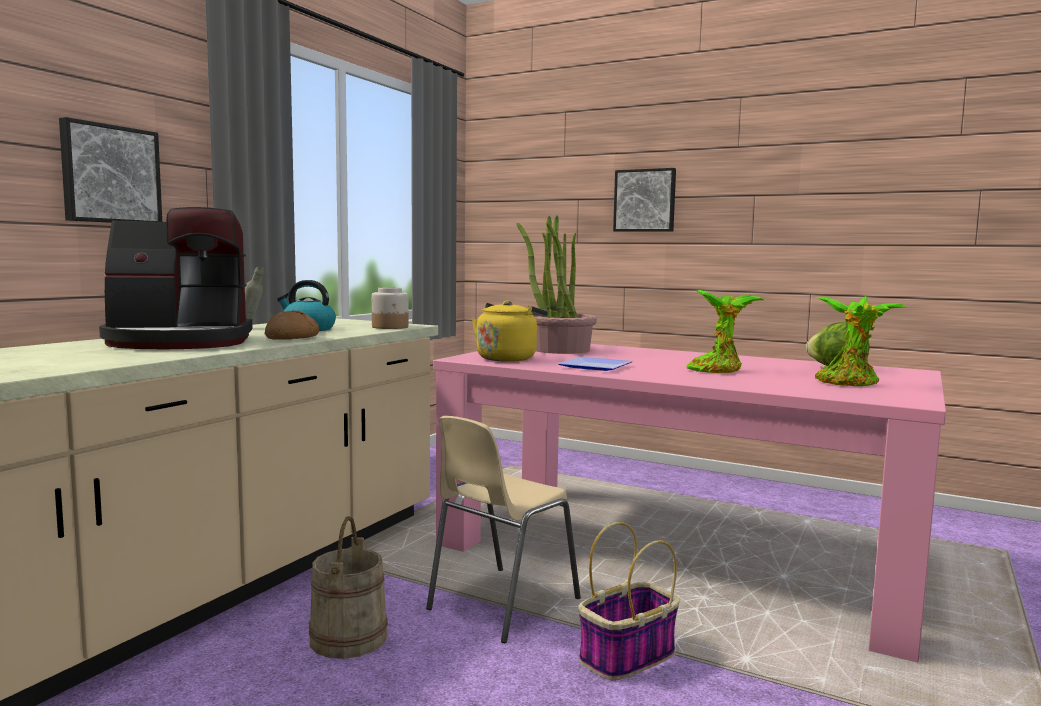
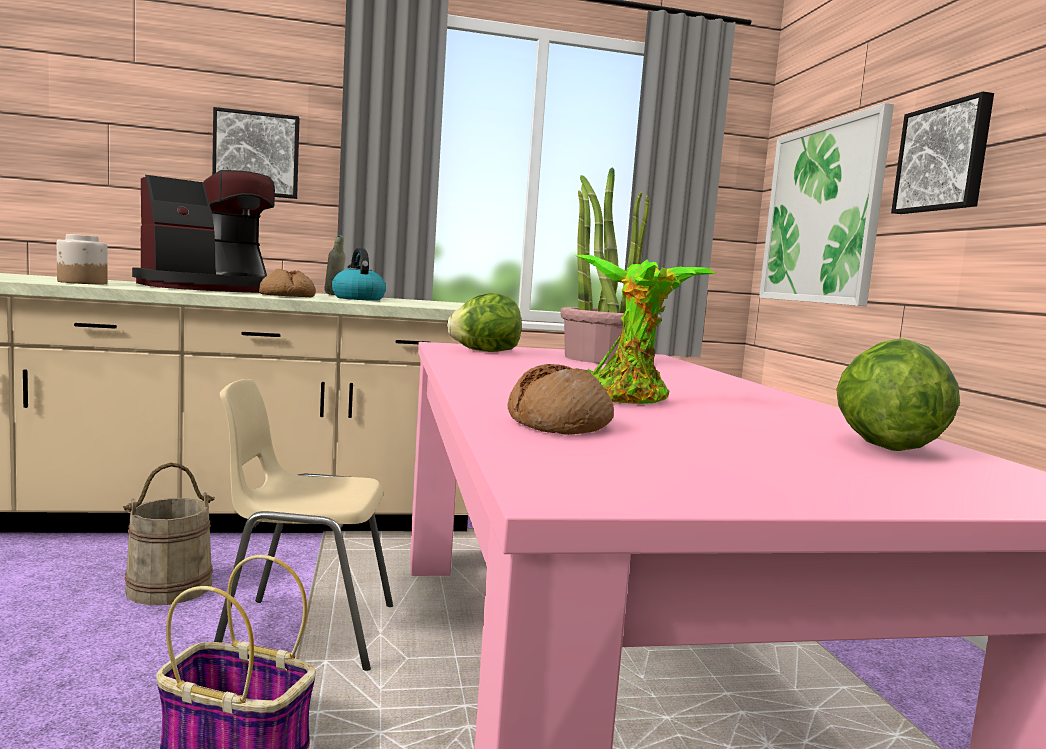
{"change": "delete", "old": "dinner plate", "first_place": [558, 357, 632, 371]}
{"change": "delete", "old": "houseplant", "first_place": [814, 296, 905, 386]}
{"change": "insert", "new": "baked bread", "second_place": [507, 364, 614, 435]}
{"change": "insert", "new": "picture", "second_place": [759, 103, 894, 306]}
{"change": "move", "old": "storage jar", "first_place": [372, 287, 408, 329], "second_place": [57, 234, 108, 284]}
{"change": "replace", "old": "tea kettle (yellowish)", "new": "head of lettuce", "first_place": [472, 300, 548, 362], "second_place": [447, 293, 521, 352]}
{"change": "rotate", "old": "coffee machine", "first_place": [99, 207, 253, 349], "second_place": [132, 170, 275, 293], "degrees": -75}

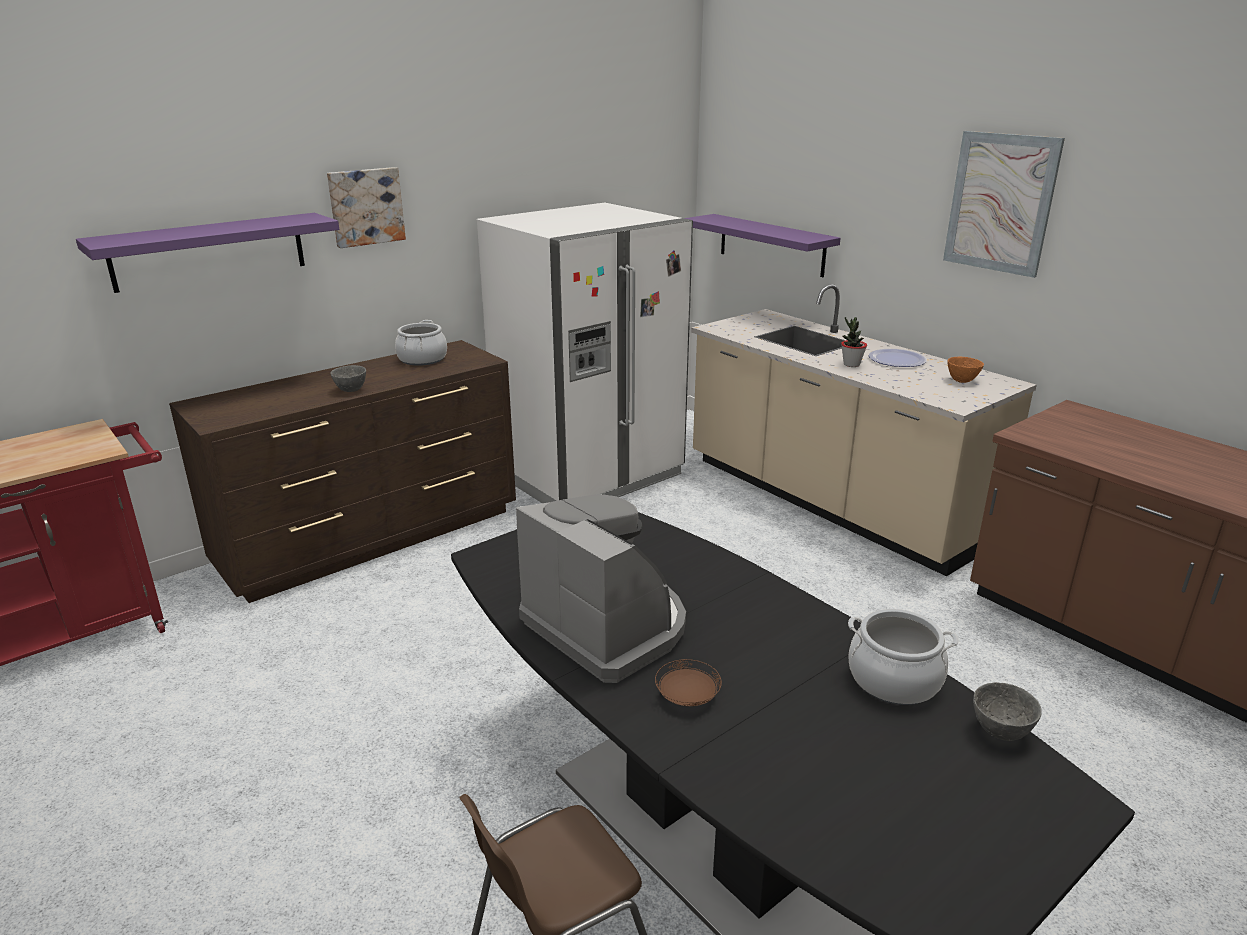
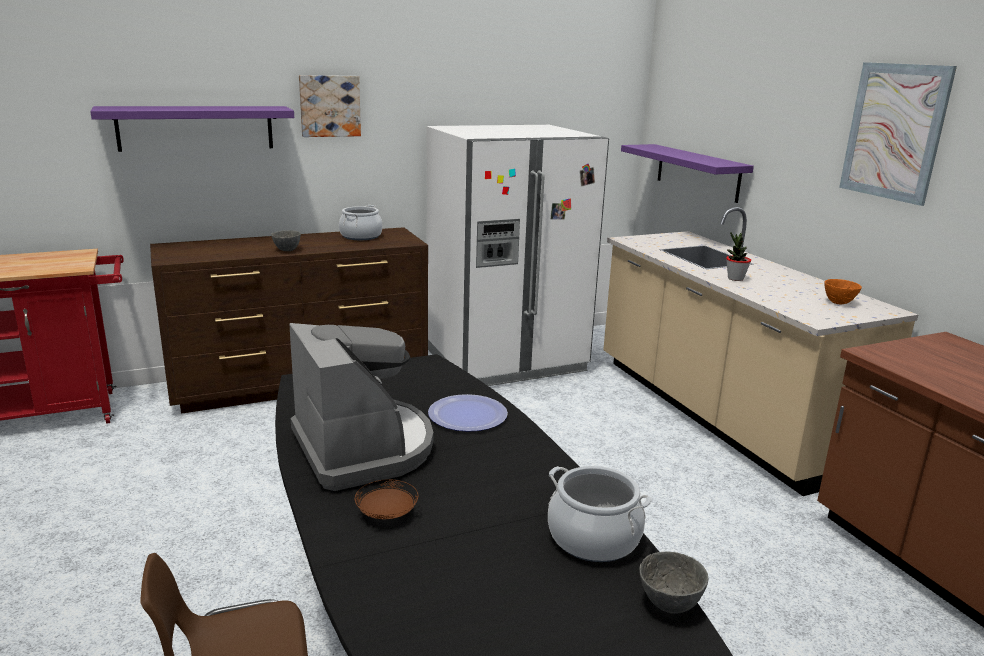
{"change": "move", "old": "dinner plate", "first_place": [869, 349, 927, 367], "second_place": [428, 394, 508, 432]}

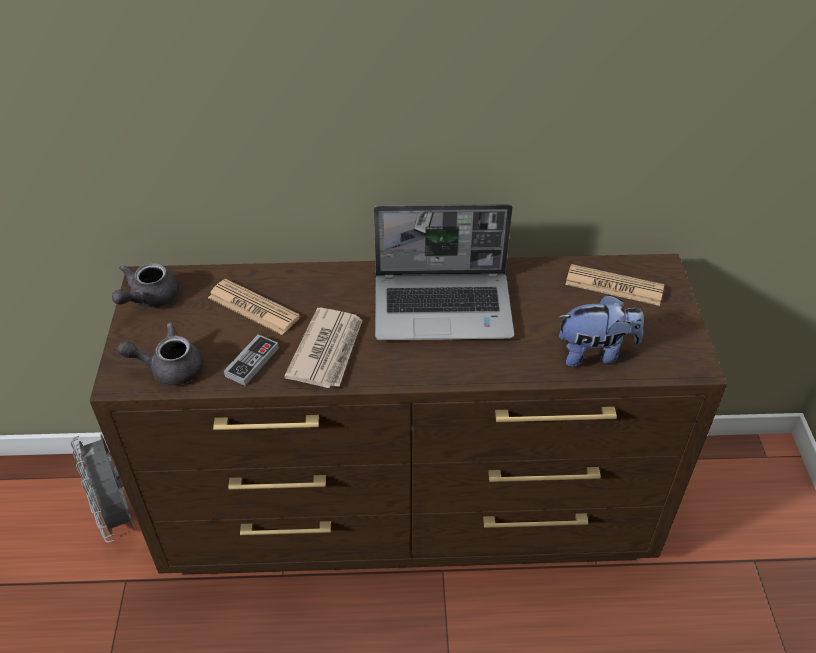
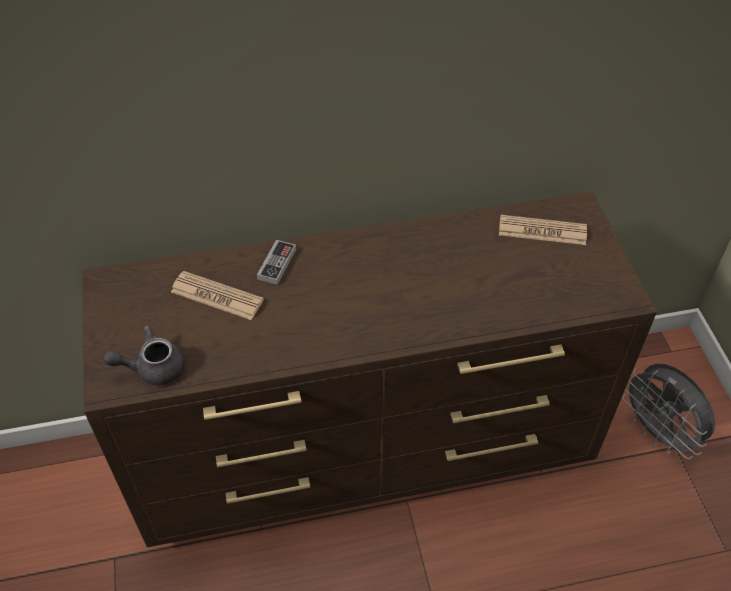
{"change": "delete", "old": "tea pot (gray)", "first_place": [112, 263, 179, 308]}
{"change": "delete", "old": "printed paper", "first_place": [284, 308, 363, 388]}
{"change": "delete", "old": "portable computer", "first_place": [374, 204, 514, 340]}
{"change": "delete", "old": "plush toy", "first_place": [558, 295, 644, 367]}
{"change": "move", "old": "electric fan (gray)", "first_place": [70, 434, 133, 543], "second_place": [622, 363, 715, 459]}
{"change": "move", "old": "game controller", "first_place": [224, 334, 279, 386], "second_place": [257, 240, 296, 285]}

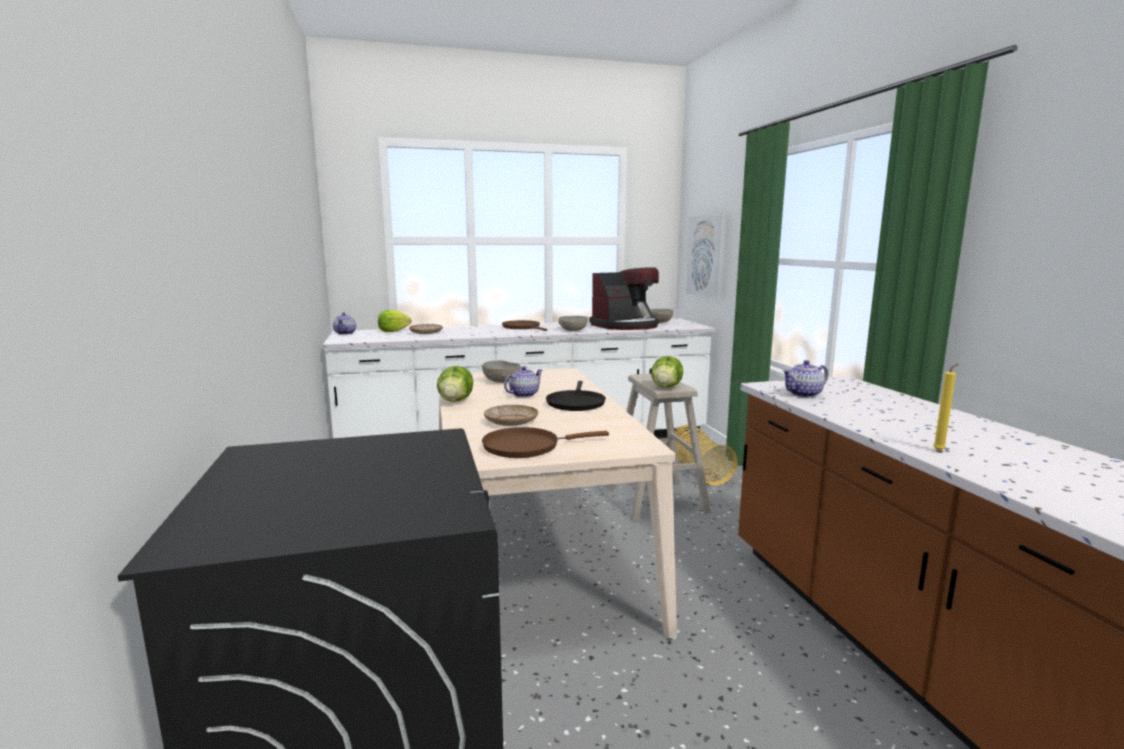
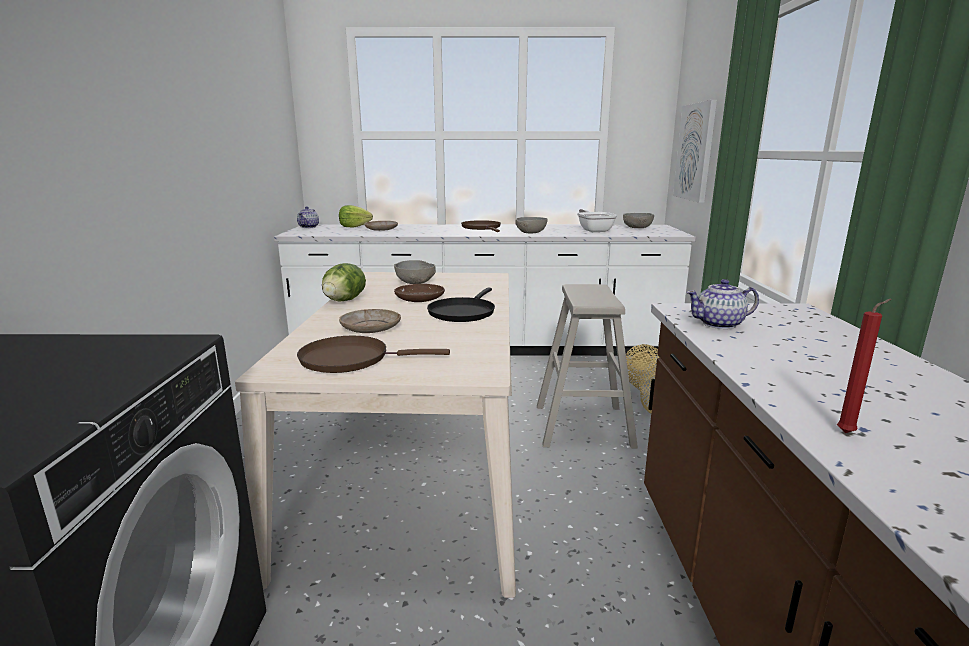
{"change": "delete", "old": "head of lettuce", "first_place": [651, 356, 683, 388]}
{"change": "replace", "old": "tea pot", "new": "dinner plate (brownish)", "first_place": [504, 366, 543, 397], "second_place": [394, 284, 445, 302]}
{"change": "replace", "old": "coffee machine", "new": "skillet", "first_place": [589, 267, 659, 330], "second_place": [577, 209, 617, 232]}
{"change": "recolor", "old": "candle (yellowish)", "new": "candle (red)", "first_place": [933, 363, 959, 451], "second_place": [837, 299, 891, 433]}

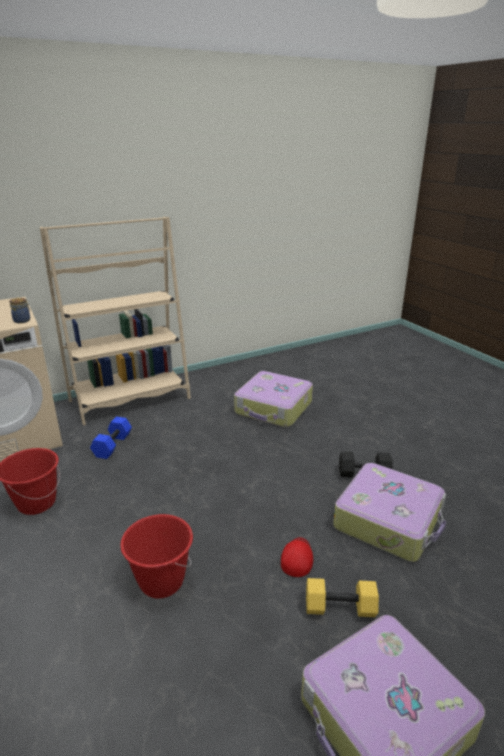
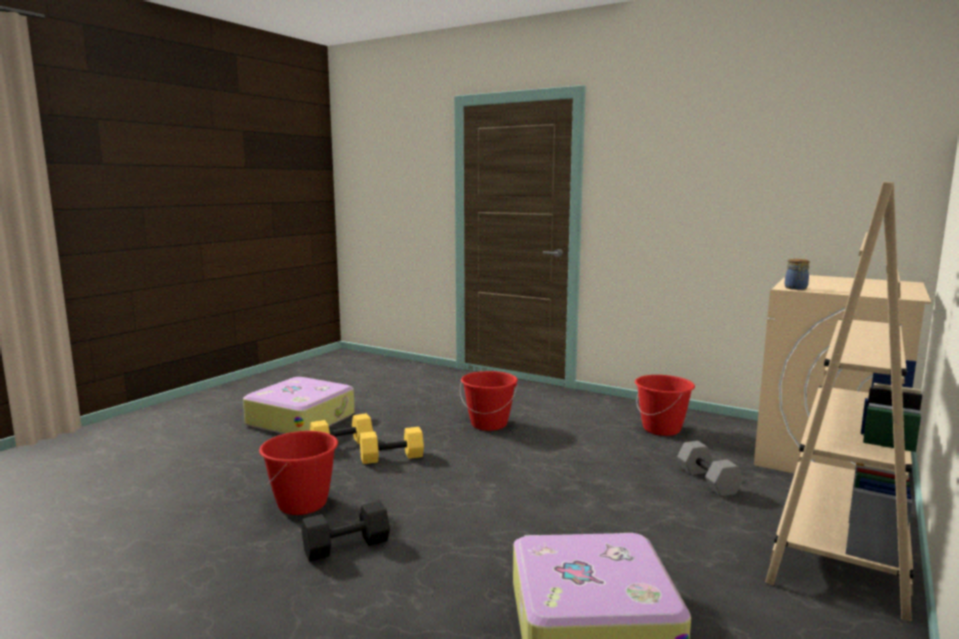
{"change": "replace", "old": "peaked cap (red)", "new": "hand weight (yellowish)", "first_place": [281, 537, 313, 577], "second_place": [360, 427, 424, 464]}
{"change": "replace", "old": "suitcase", "new": "bucket (red)", "first_place": [333, 463, 446, 562], "second_place": [259, 431, 338, 515]}
{"change": "recolor", "old": "hand weight (blue)", "new": "hand weight (gray)", "first_place": [90, 417, 132, 459], "second_place": [677, 441, 744, 497]}

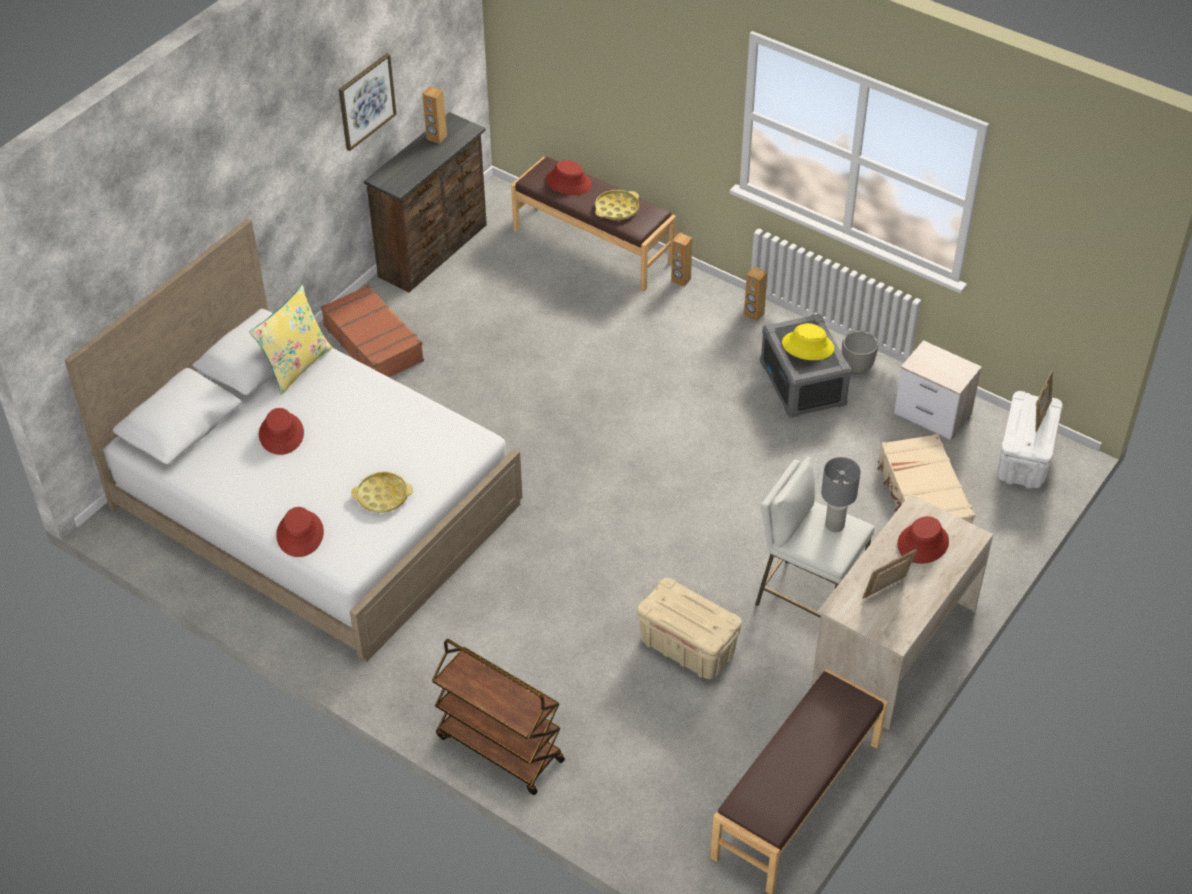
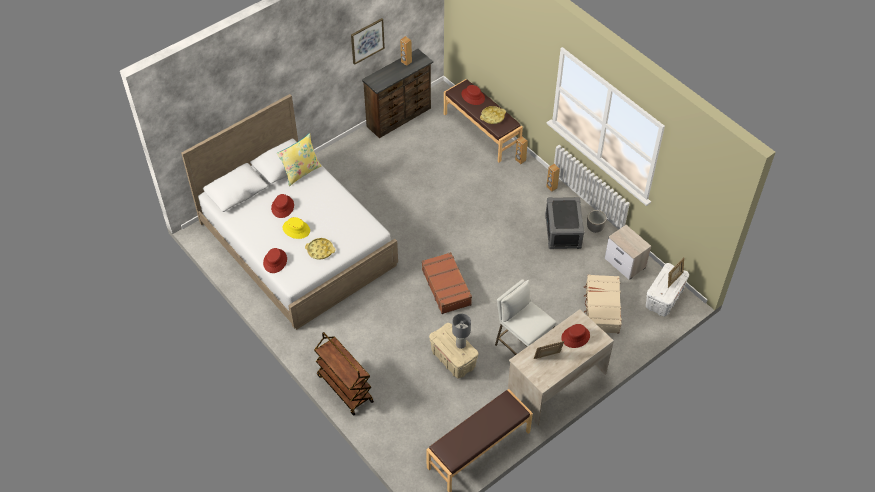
{"change": "move", "old": "suitcase (brownish)", "first_place": [321, 285, 424, 377], "second_place": [422, 252, 472, 314]}
{"change": "move", "old": "wearable hat (yellowish)", "first_place": [782, 323, 834, 360], "second_place": [283, 217, 310, 239]}
{"change": "move", "old": "tabletop lamp (gray)", "first_place": [821, 457, 861, 532], "second_place": [452, 314, 471, 349]}

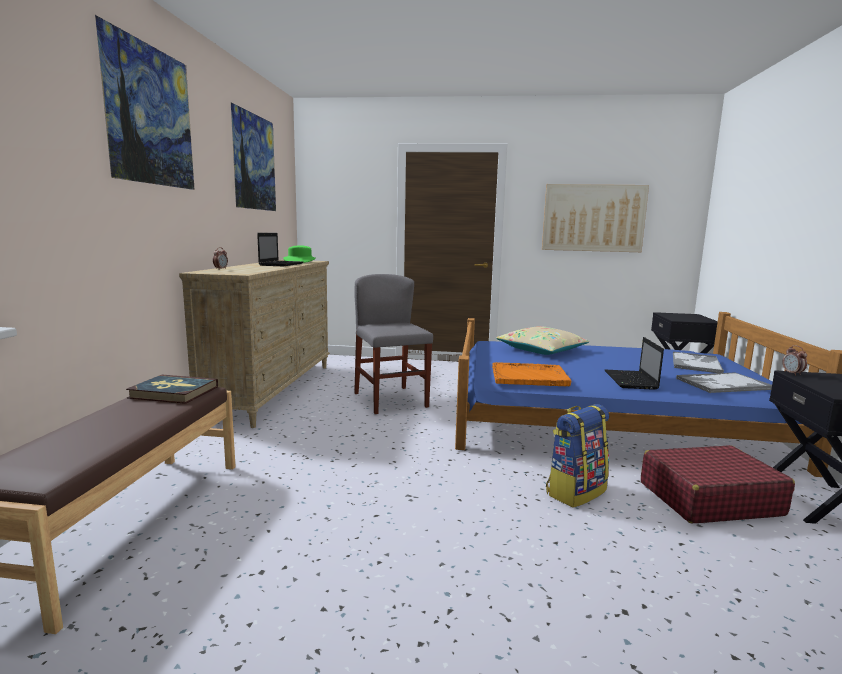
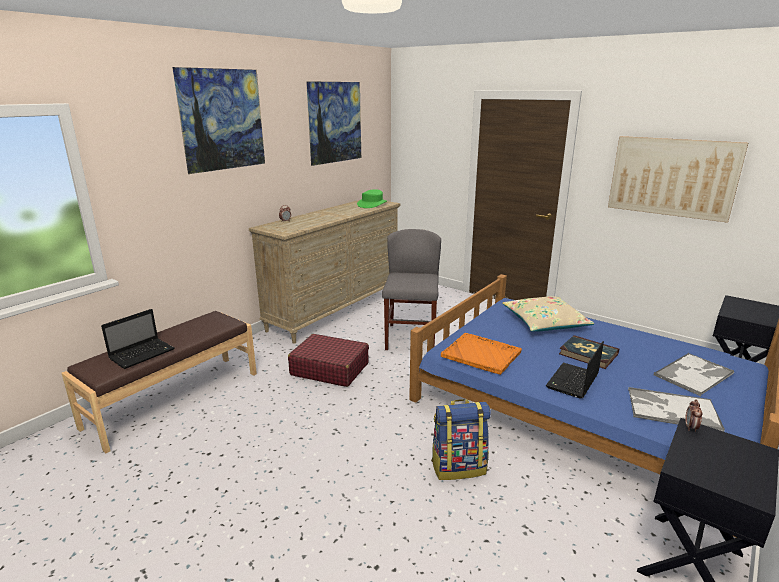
{"change": "move", "old": "book", "first_place": [126, 374, 218, 404], "second_place": [559, 335, 619, 369]}
{"change": "move", "old": "portable computer", "first_place": [257, 233, 303, 266], "second_place": [101, 309, 175, 369]}
{"change": "move", "old": "suitcase (red)", "first_place": [641, 445, 795, 523], "second_place": [288, 334, 369, 387]}

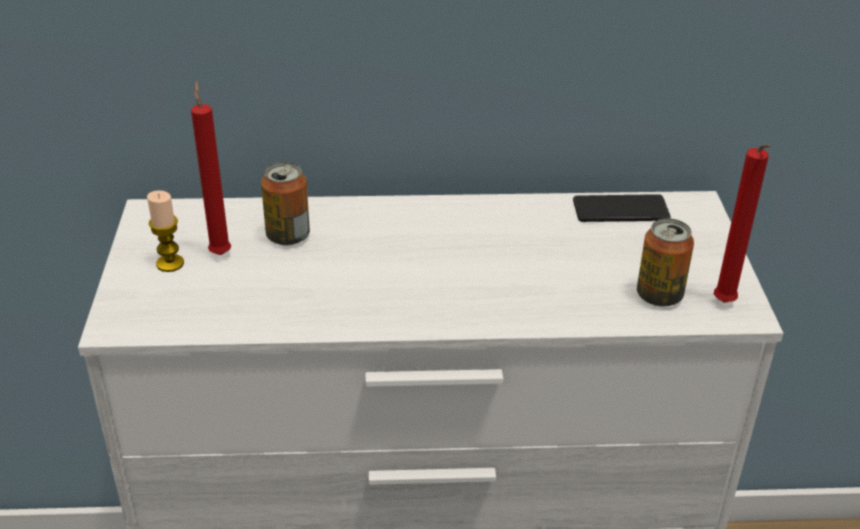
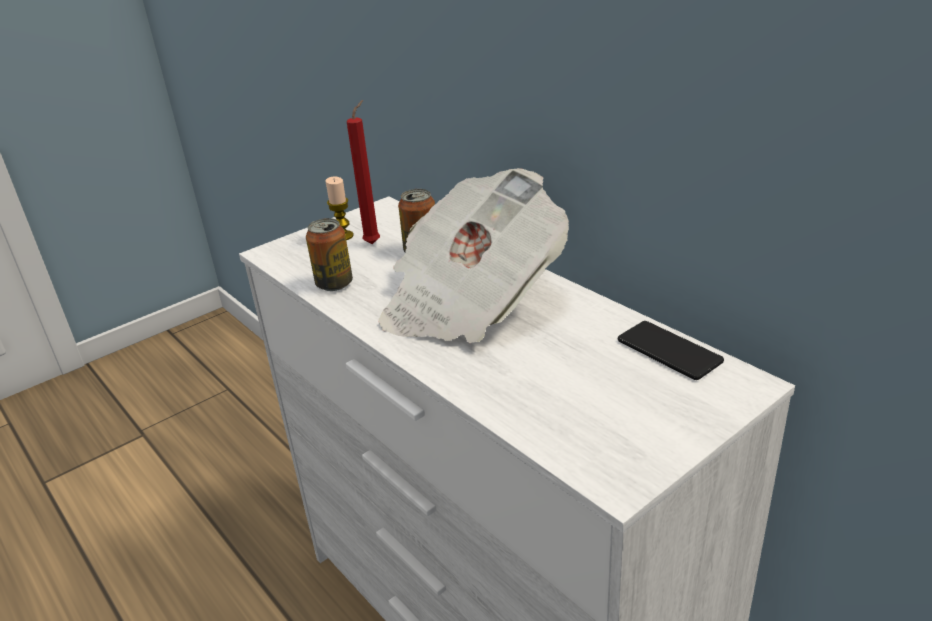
{"change": "delete", "old": "candle (red)", "first_place": [714, 144, 770, 303]}
{"change": "insert", "new": "printed paper", "second_place": [379, 168, 569, 343]}
{"change": "move", "old": "can", "first_place": [637, 218, 694, 307], "second_place": [306, 218, 353, 291]}

